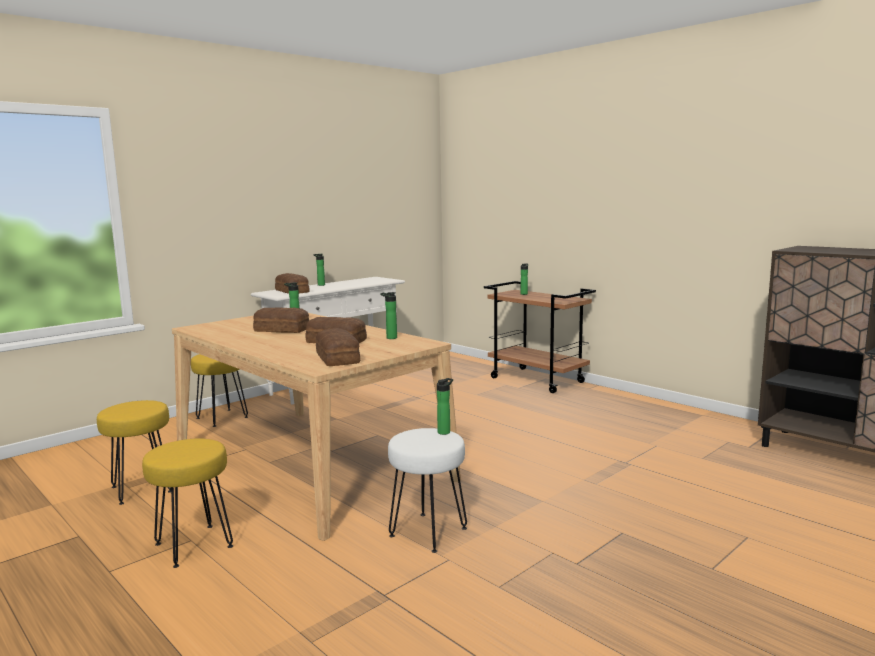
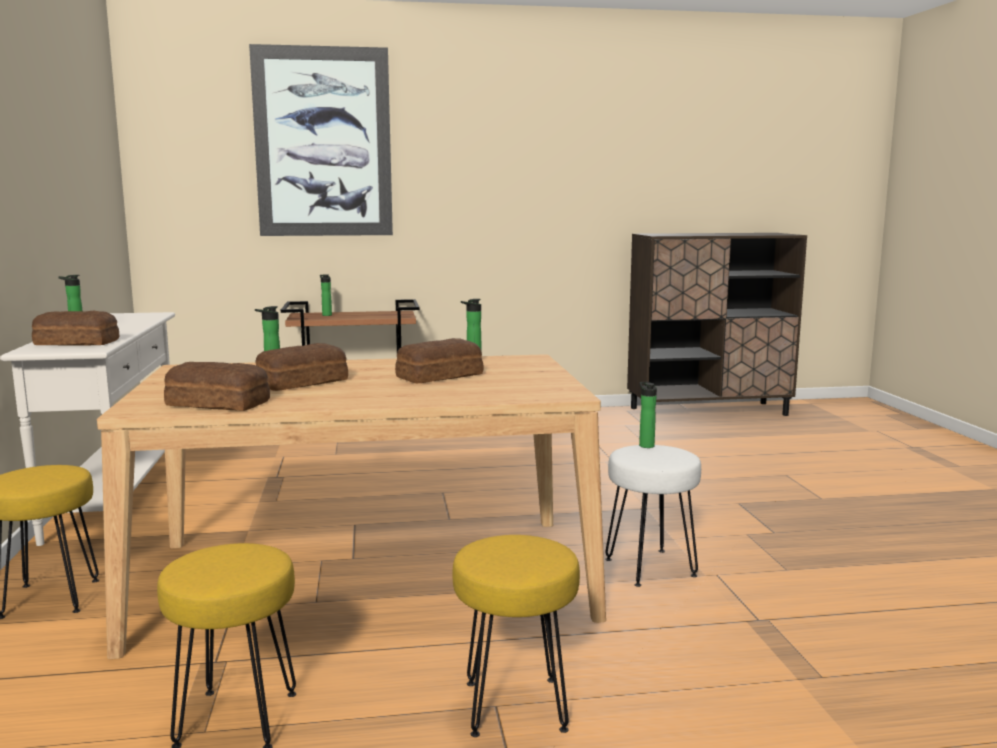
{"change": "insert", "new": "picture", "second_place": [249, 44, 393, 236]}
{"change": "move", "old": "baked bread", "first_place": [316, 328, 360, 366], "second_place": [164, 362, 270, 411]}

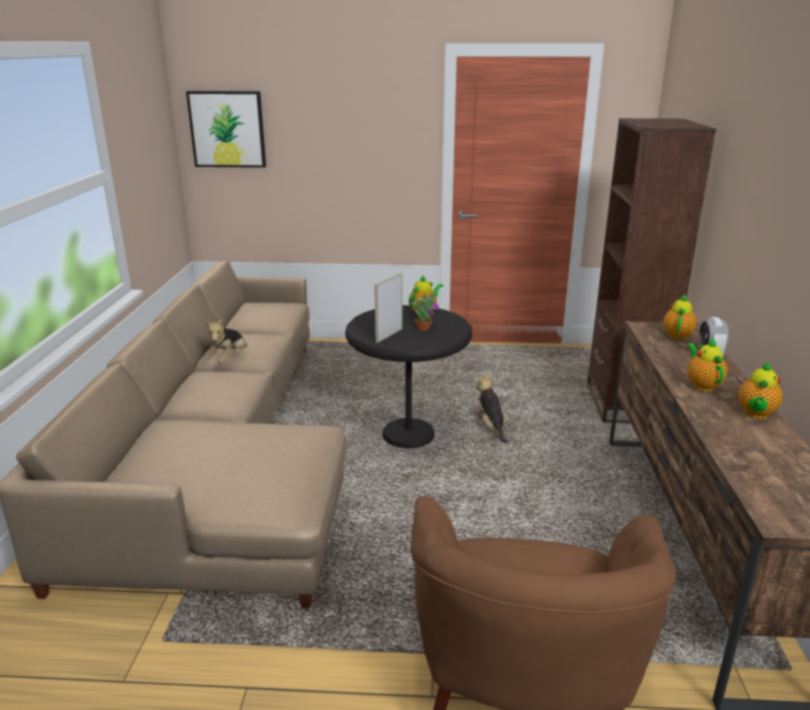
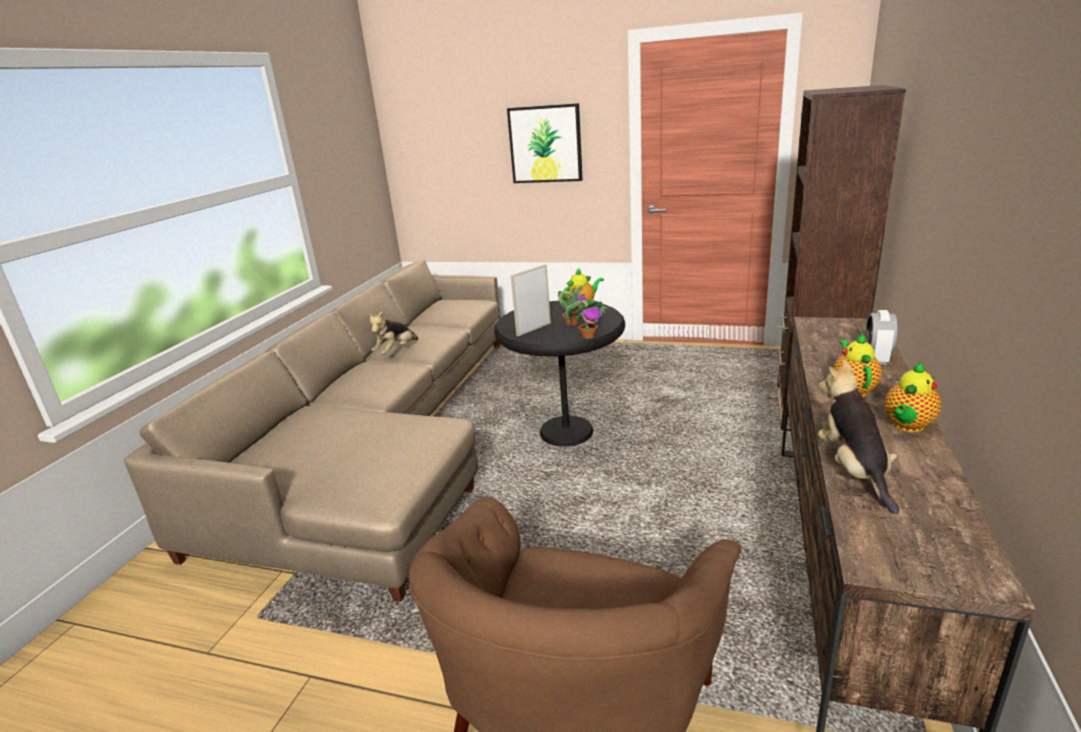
{"change": "delete", "old": "tea pot", "first_place": [663, 294, 697, 340]}
{"change": "insert", "new": "houseplant", "second_place": [566, 299, 607, 339]}
{"change": "move", "old": "picture", "first_place": [186, 91, 266, 168], "second_place": [507, 103, 583, 183]}
{"change": "move", "old": "plush toy", "first_place": [475, 373, 509, 443], "second_place": [818, 359, 899, 514]}

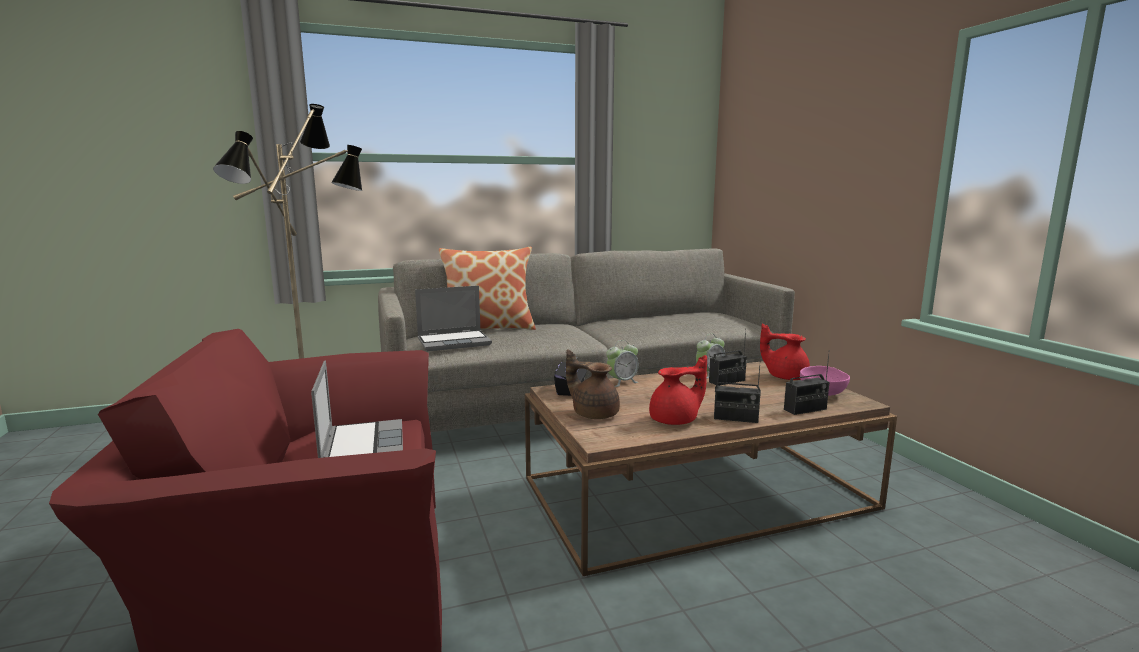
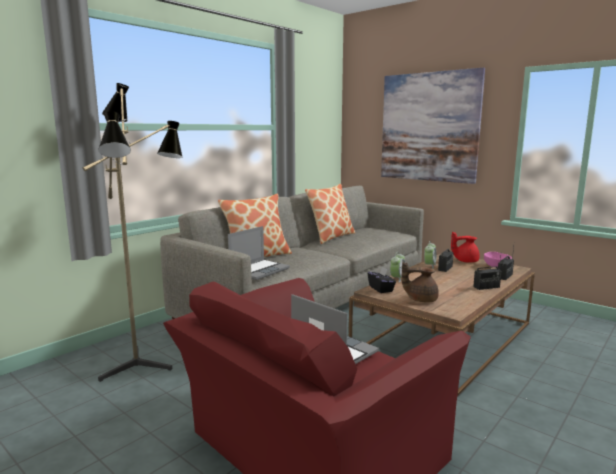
{"change": "delete", "old": "tea pot (red)", "first_place": [649, 355, 707, 425]}
{"change": "insert", "new": "pillow", "second_place": [305, 184, 355, 244]}
{"change": "insert", "new": "picture", "second_place": [381, 68, 485, 184]}

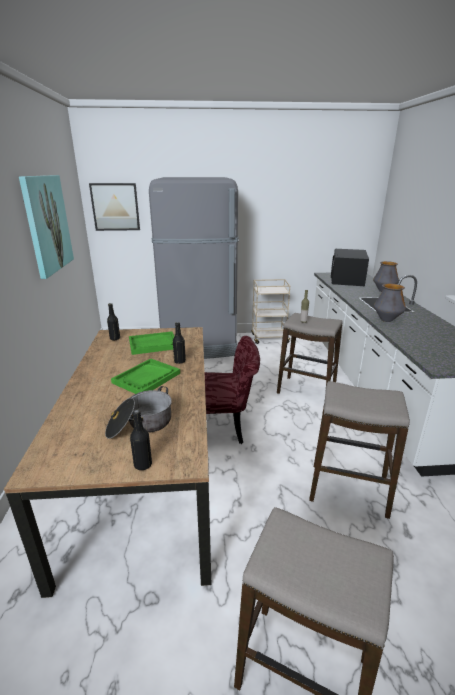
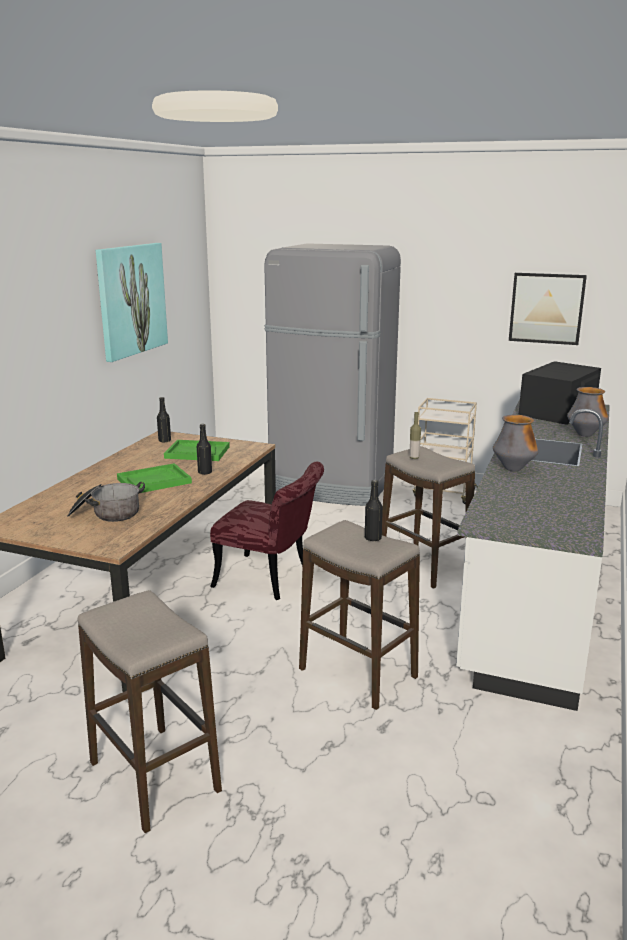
{"change": "move", "old": "picture", "first_place": [89, 183, 140, 231], "second_place": [509, 273, 587, 345]}
{"change": "move", "old": "bottle (blackish)", "first_place": [130, 410, 152, 470], "second_place": [365, 480, 383, 541]}

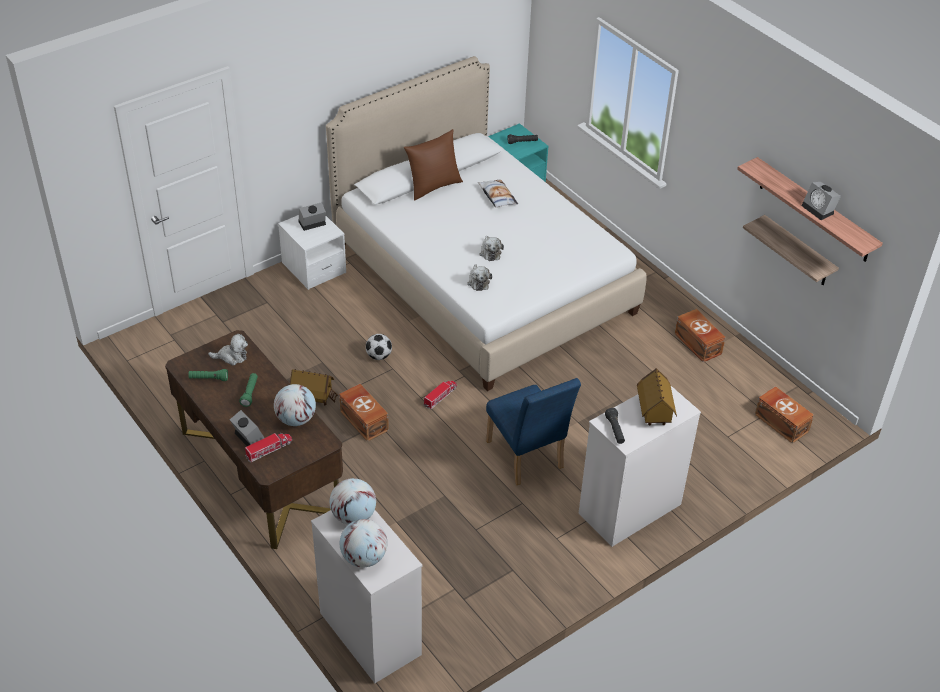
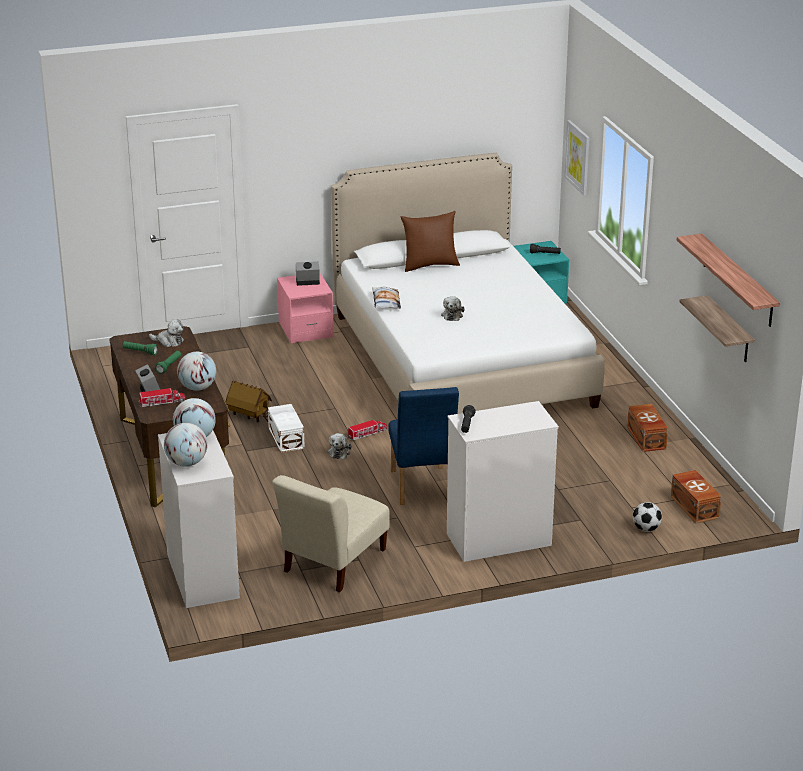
{"change": "delete", "old": "miniature house", "first_place": [637, 368, 677, 426]}
{"change": "delete", "old": "table clock", "first_place": [801, 182, 841, 220]}
{"change": "insert", "new": "upright chair (beige)", "second_place": [272, 475, 390, 592]}
{"change": "insert", "new": "picture", "second_place": [564, 120, 590, 196]}
{"change": "move", "old": "football", "first_place": [366, 334, 392, 360], "second_place": [633, 502, 662, 532]}
{"change": "move", "old": "plush toy", "first_place": [467, 264, 492, 291], "second_place": [328, 433, 352, 459]}
{"change": "move", "old": "pillow", "first_place": [478, 180, 518, 208], "second_place": [372, 287, 401, 309]}
{"change": "recolor", "old": "night table (whitish)", "new": "night table (pink-coloured)", "first_place": [278, 215, 346, 290], "second_place": [277, 273, 334, 343]}
{"change": "recolor", "old": "storage container (brownish)", "new": "storage container (whitish)", "first_place": [339, 384, 389, 442], "second_place": [268, 404, 305, 452]}

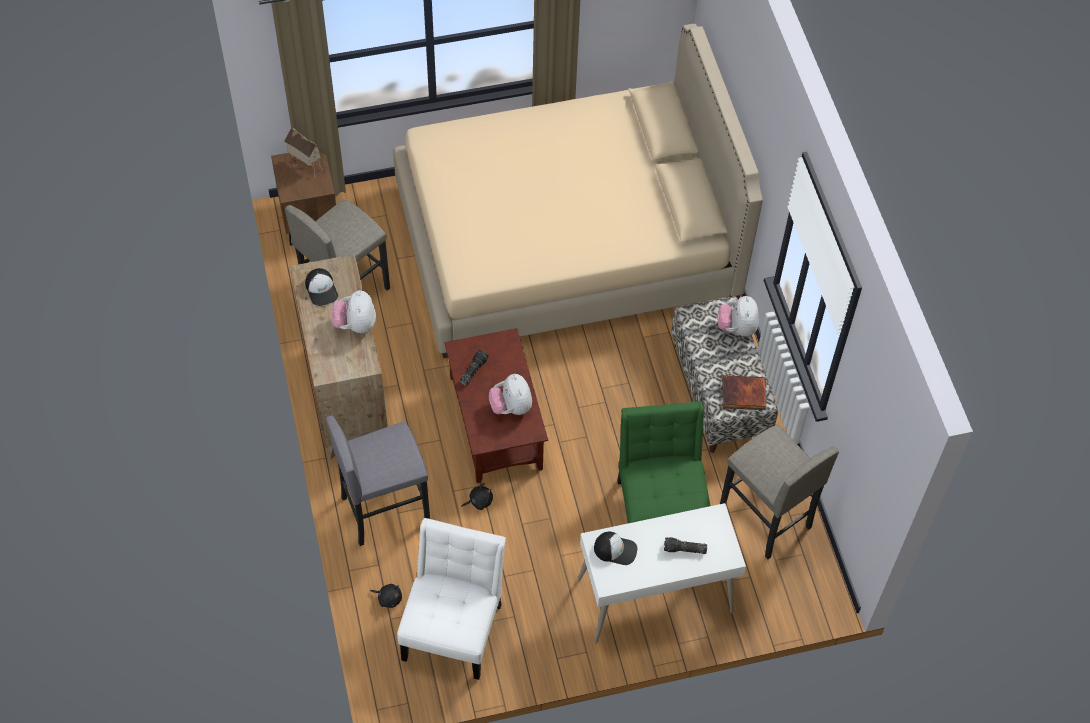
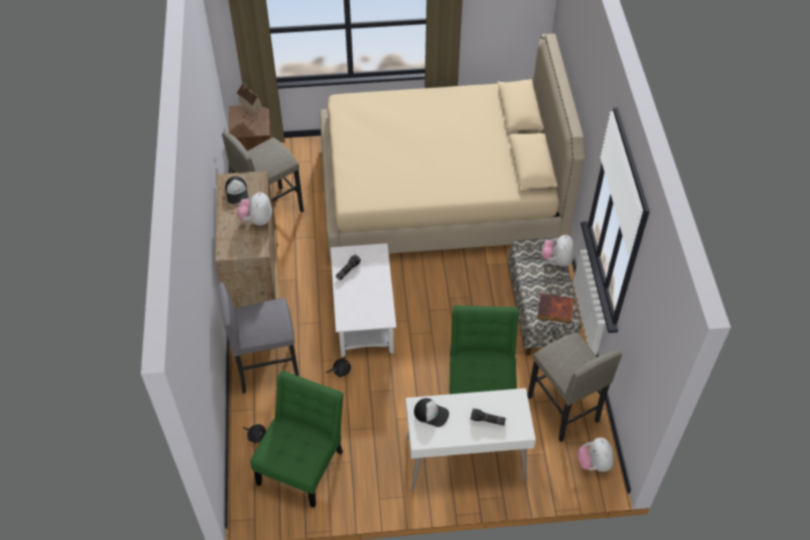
{"change": "move", "old": "plush toy", "first_place": [489, 374, 532, 415], "second_place": [577, 437, 614, 472]}
{"change": "recolor", "old": "upright chair (whitish)", "new": "upright chair (green-coloured)", "first_place": [397, 518, 506, 680], "second_place": [250, 371, 343, 508]}
{"change": "recolor", "old": "lounge table (brownish)", "new": "lounge table (whitish)", "first_place": [444, 328, 548, 483], "second_place": [330, 243, 396, 357]}

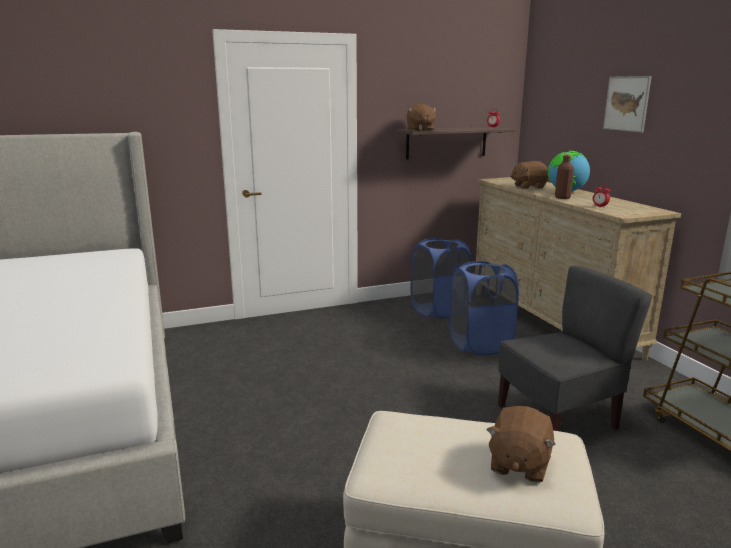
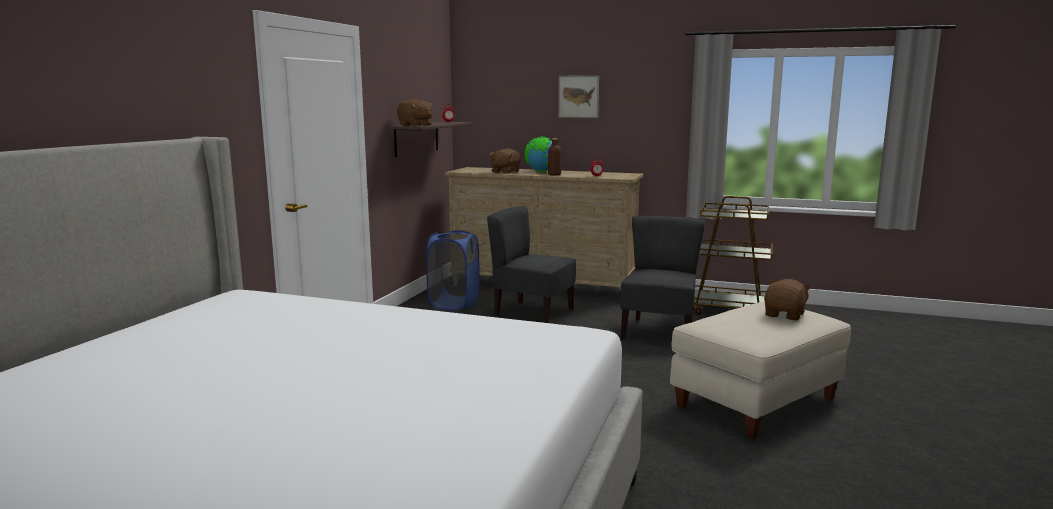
{"change": "replace", "old": "hamper (blue)", "new": "upright chair (gray)", "first_place": [449, 261, 519, 355], "second_place": [487, 206, 576, 323]}
{"change": "rotate", "old": "plush toy (brownish)", "first_place": [486, 406, 556, 483], "second_place": [764, 279, 812, 320], "degrees": -120}

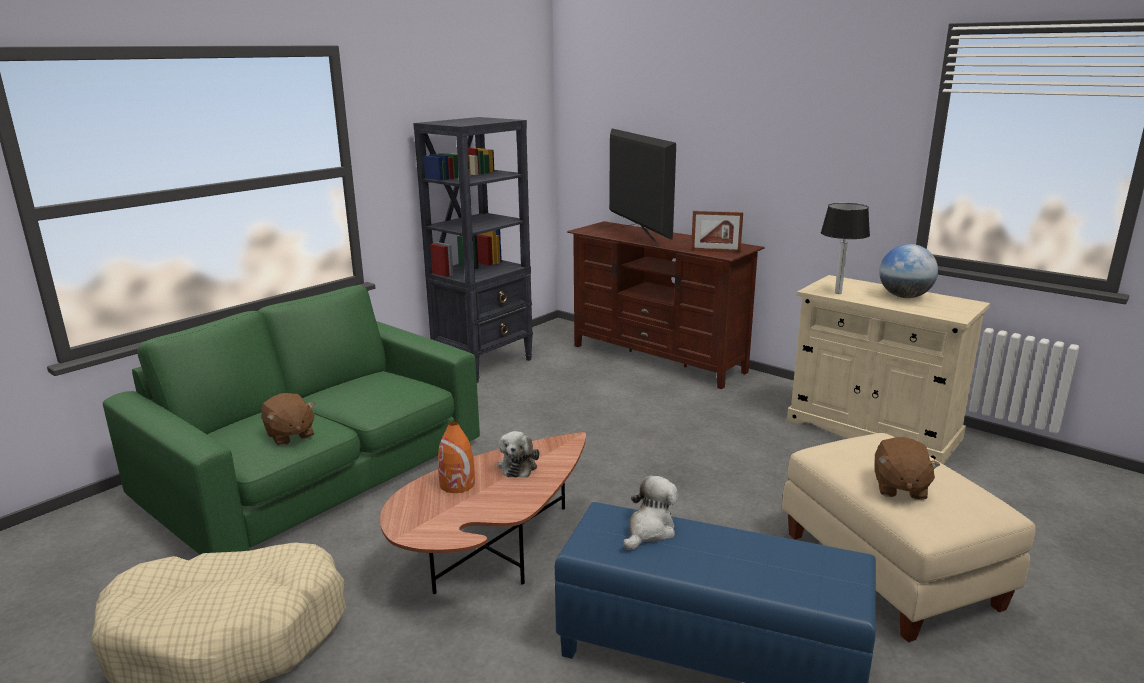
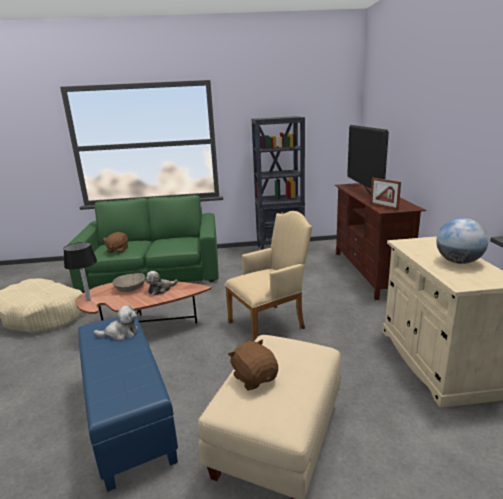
{"change": "insert", "new": "lounge chair (beige)", "second_place": [225, 211, 312, 342]}
{"change": "move", "old": "tabletop lamp", "first_place": [821, 203, 870, 294], "second_place": [63, 242, 97, 301]}
{"change": "replace", "old": "decorative vase (orange)", "new": "serving bowl (beige)", "first_place": [438, 422, 475, 493], "second_place": [113, 273, 145, 292]}
{"change": "rotate", "old": "television", "first_place": [609, 129, 676, 245], "second_place": [347, 125, 389, 195], "degrees": 150}
{"change": "rotate", "old": "plush toy (brownish)", "first_place": [875, 437, 940, 500], "second_place": [228, 340, 278, 390], "degrees": 90}

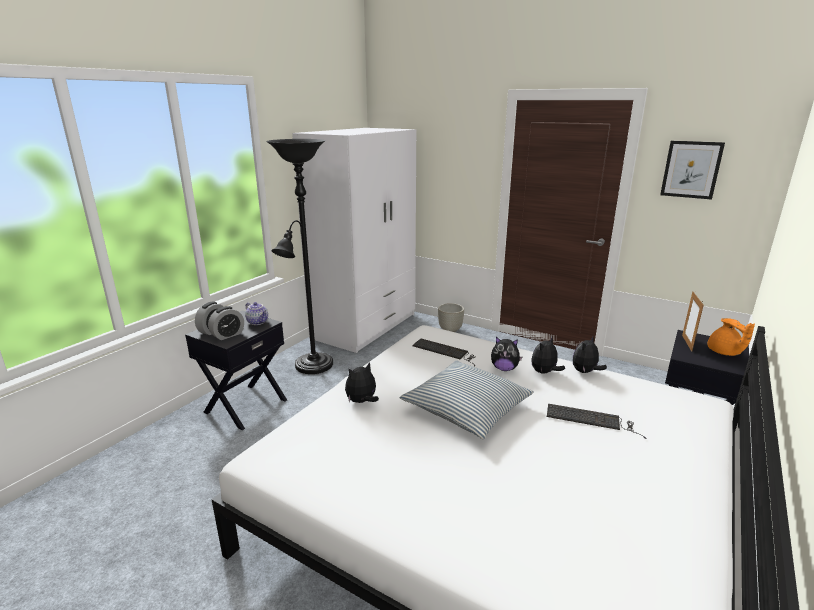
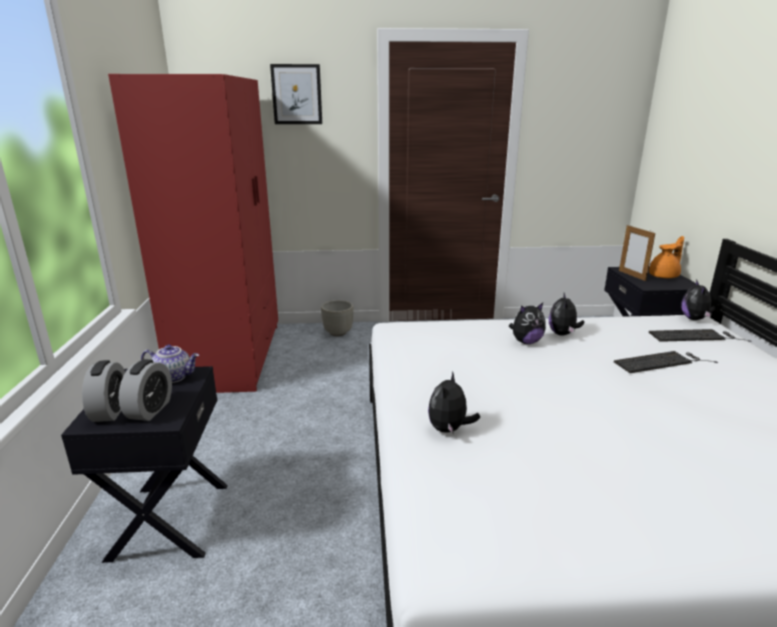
{"change": "delete", "old": "standard lamp (blackish)", "first_place": [266, 139, 333, 374]}
{"change": "delete", "old": "pillow", "first_place": [399, 360, 534, 439]}
{"change": "move", "old": "computer keyboard", "first_place": [412, 339, 476, 366], "second_place": [649, 329, 752, 342]}
{"change": "move", "old": "plush toy", "first_place": [573, 337, 607, 373], "second_place": [681, 279, 715, 320]}
{"change": "move", "old": "picture", "first_place": [660, 141, 725, 200], "second_place": [270, 64, 322, 124]}
{"change": "recolor", "old": "armoire (whitish)", "new": "armoire (red)", "first_place": [292, 128, 416, 353], "second_place": [108, 74, 278, 393]}
{"change": "rotate", "old": "tea pot (orange)", "first_place": [707, 318, 755, 356], "second_place": [649, 236, 684, 278], "degrees": -75}

